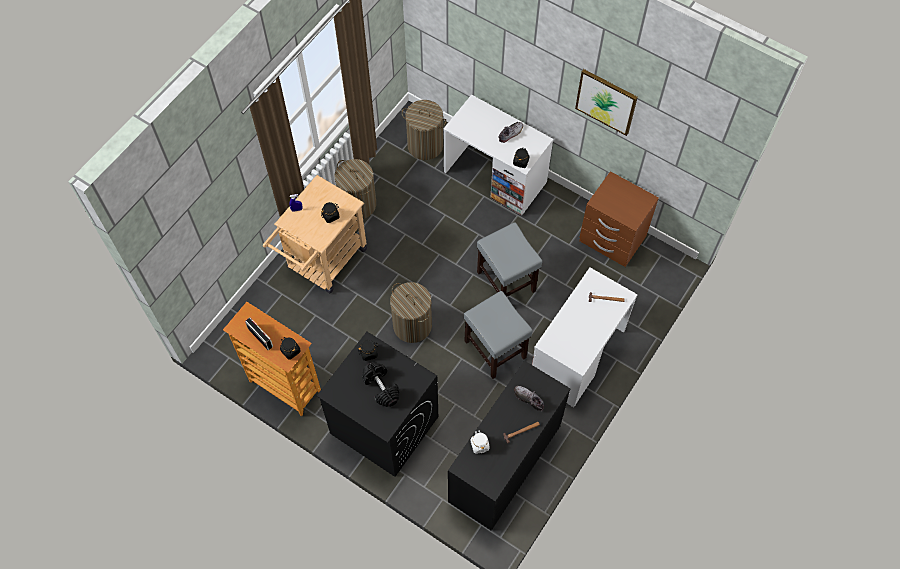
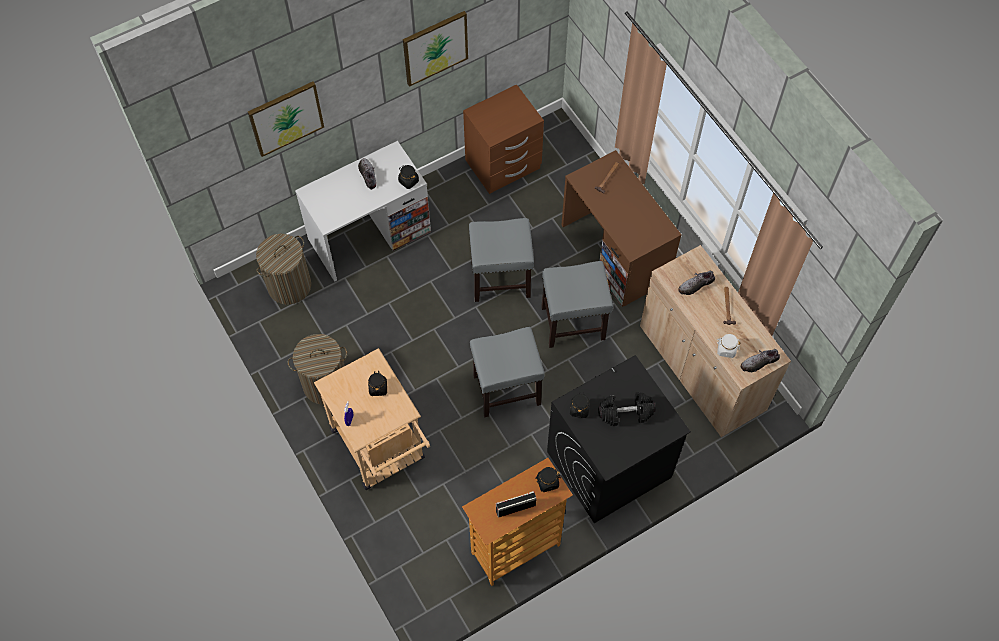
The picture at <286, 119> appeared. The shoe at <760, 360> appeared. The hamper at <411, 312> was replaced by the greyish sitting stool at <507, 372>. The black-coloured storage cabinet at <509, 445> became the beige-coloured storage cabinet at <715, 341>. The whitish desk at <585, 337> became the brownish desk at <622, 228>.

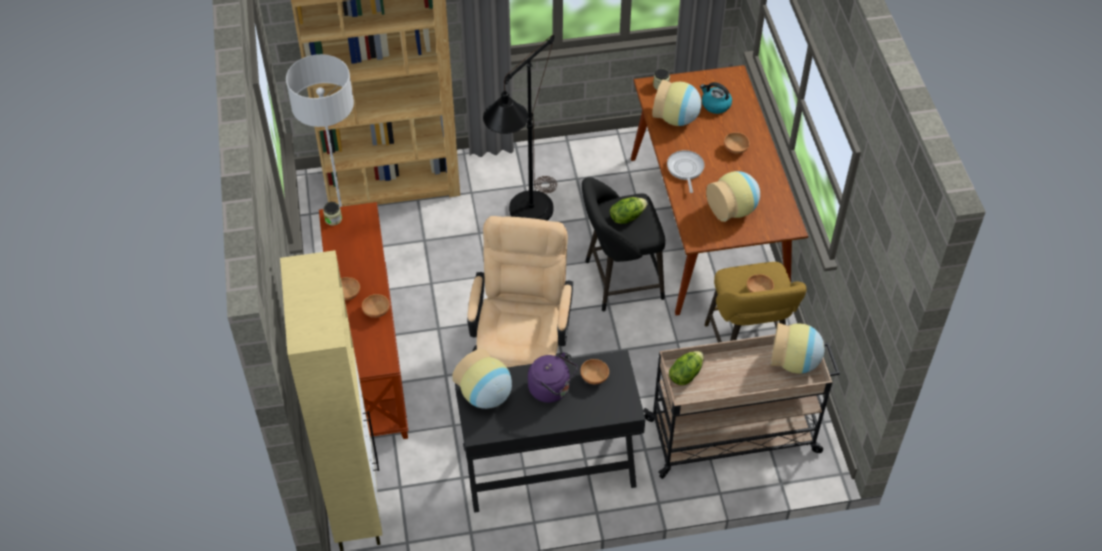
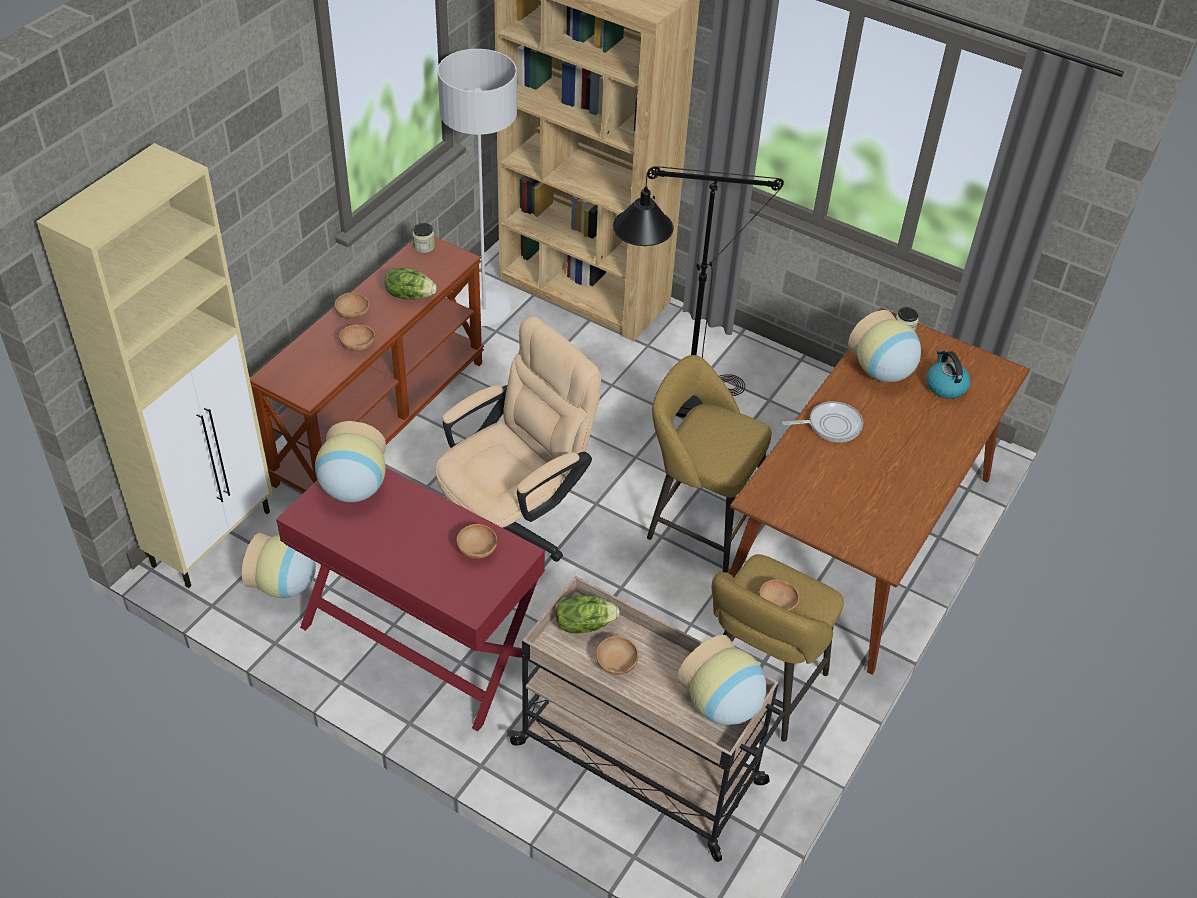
The purple water kettle at <553, 377> disappeared. The head of lettuce moved from <628, 210> to <411, 284>. The decorative vase moved from <733, 196> to <279, 565>. The brownish deep dish moved from <737, 143> to <617, 655>. The black-coloured desk at <550, 431> became the red-coloured desk at <410, 599>. The black-coloured sitting stool at <623, 244> became the yellowish sitting stool at <709, 464>. The skillet at <685, 171> turned 45 degrees clockwise.

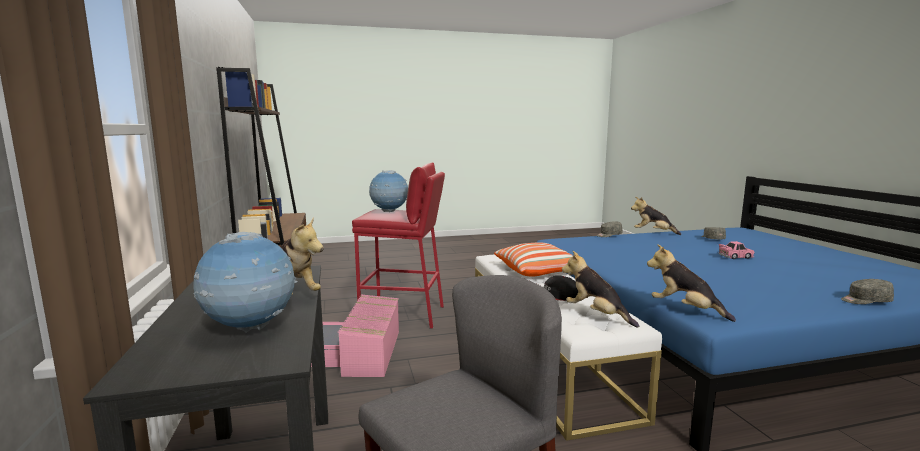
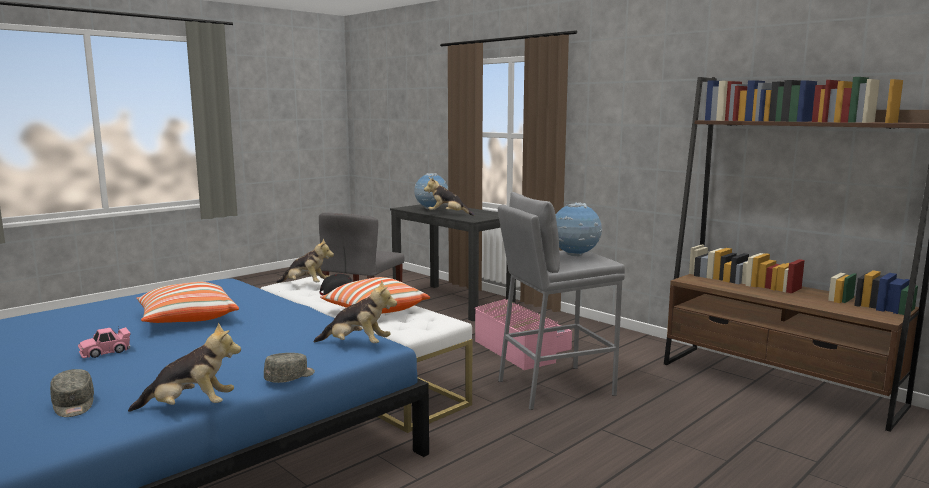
The greyish cap at <867, 291> disappeared. The throw pillow at <188, 302> appeared. The plush toy moved from <691, 283> to <355, 311>. The red-coloured sitting stool at <398, 245> became the greyish sitting stool at <561, 301>.

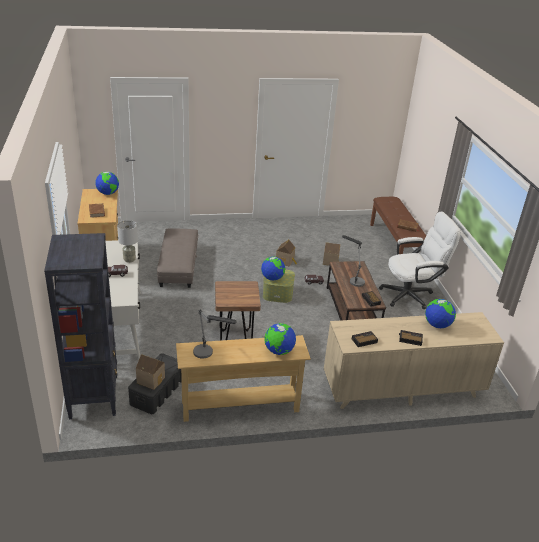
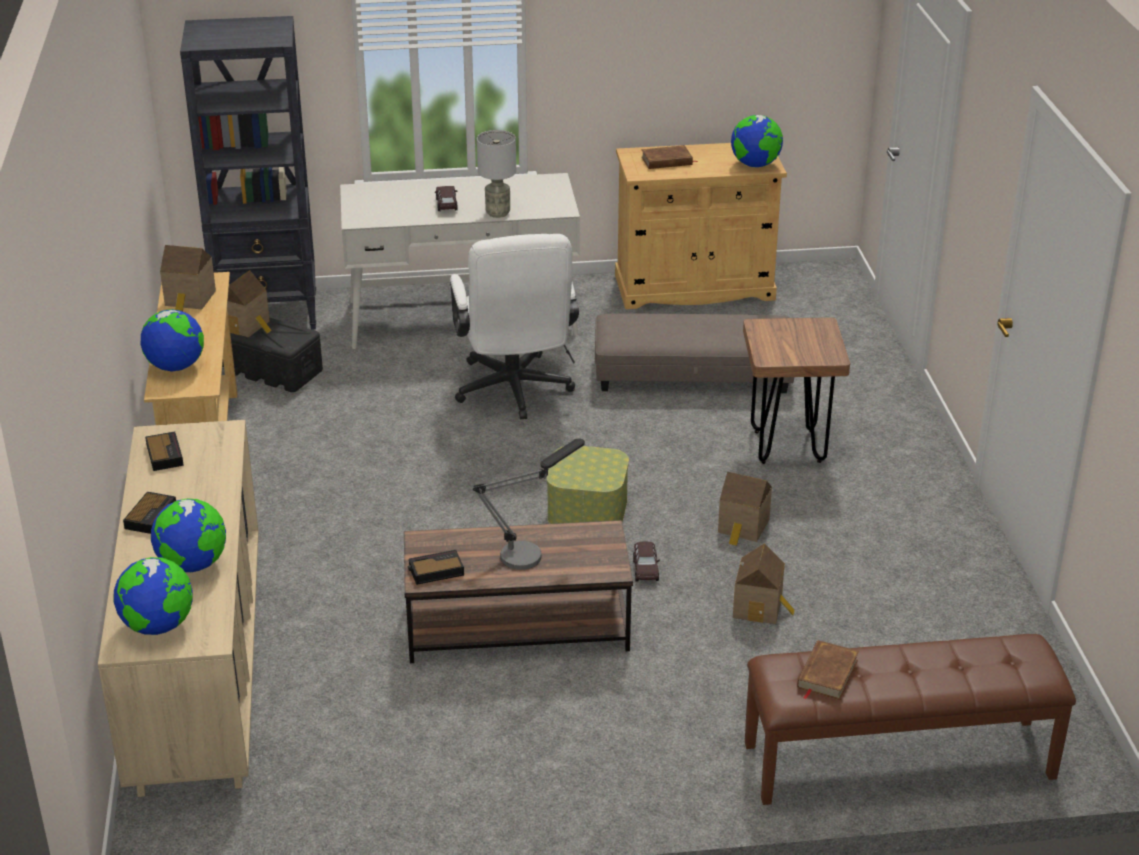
The brownish sitting stool moved from <238, 311> to <796, 390>. The desk globe moved from <273, 268> to <153, 596>. The whitish desk chair moved from <420, 260> to <514, 327>. The tabletop lamp at <214, 334> was replaced by the miniature house at <188, 278>.

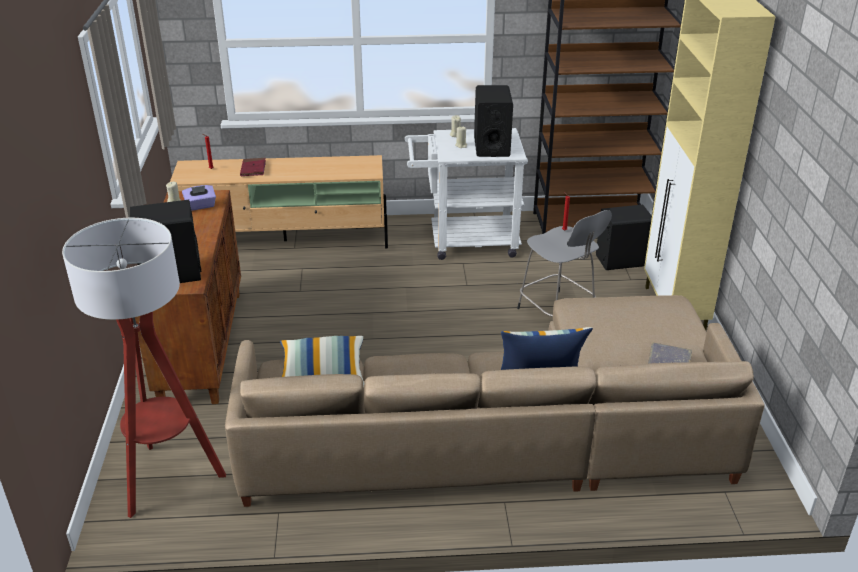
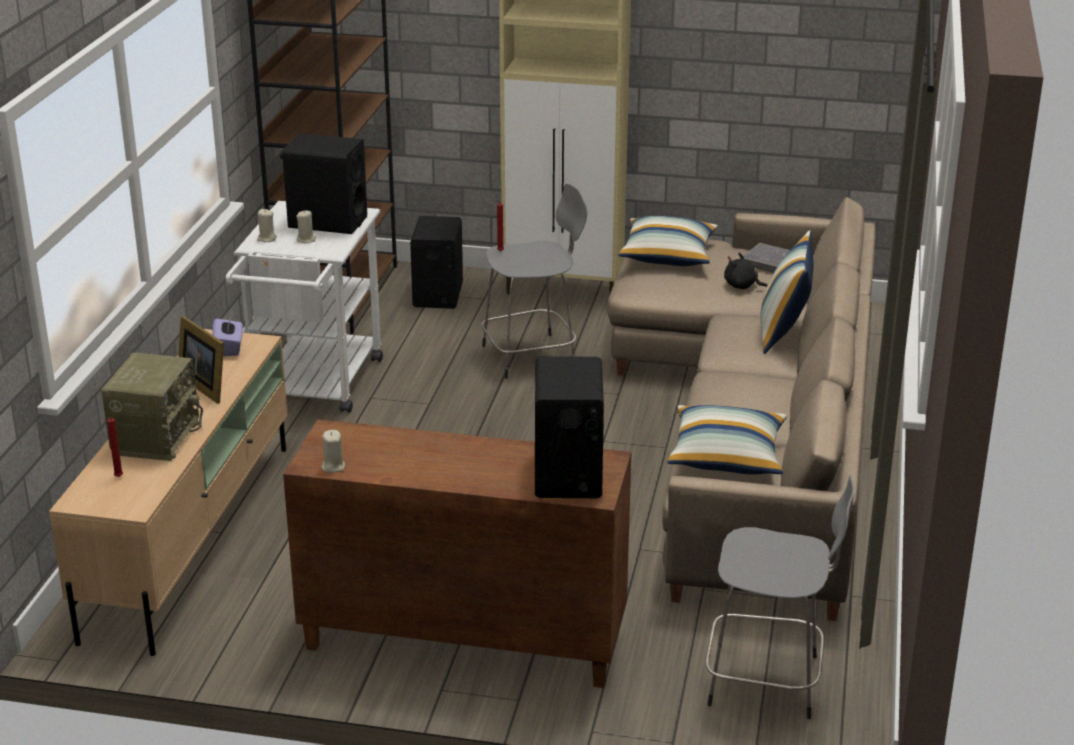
The picture frame at <201, 360> appeared. The throw pillow at <668, 241> appeared. The black-coloured plush toy at <745, 271> appeared. The purple box of tissues moved from <199, 198> to <227, 335>. The floor lamp at <144, 368> was replaced by the greyish sitting stool at <779, 597>. The red-coloured book at <253, 167> was replaced by the radio set at <152, 407>.

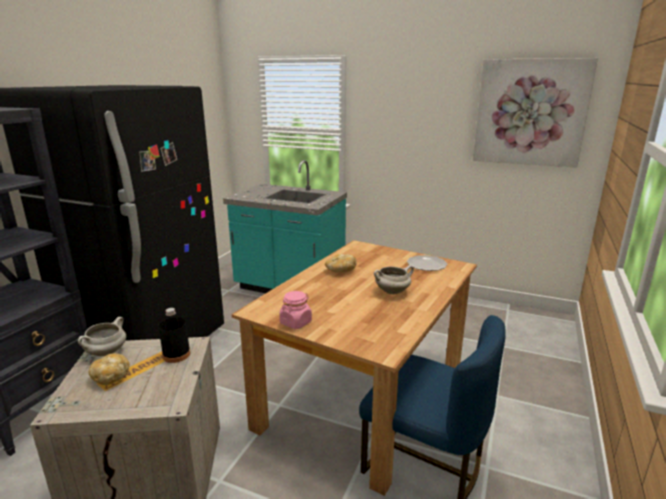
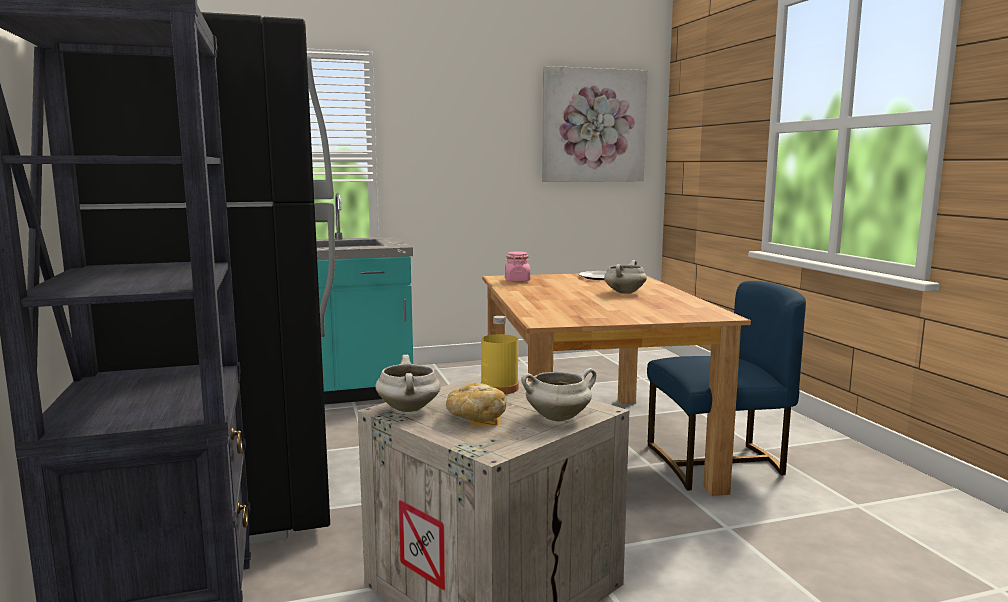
The bakery bread at <341, 263> disappeared. The whitish cooking pot at <558, 395> appeared. The pink storage jar moved from <295, 310> to <517, 267>. The black-coloured beverage bottle at <174, 335> became the yellowish beverage bottle at <500, 355>.

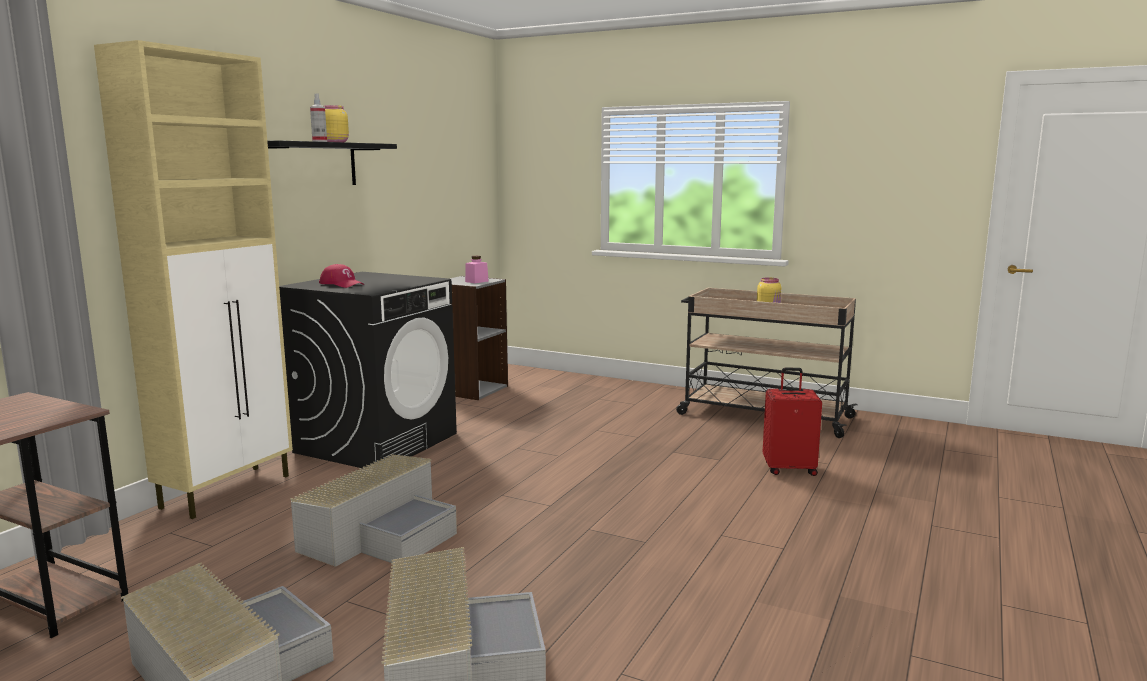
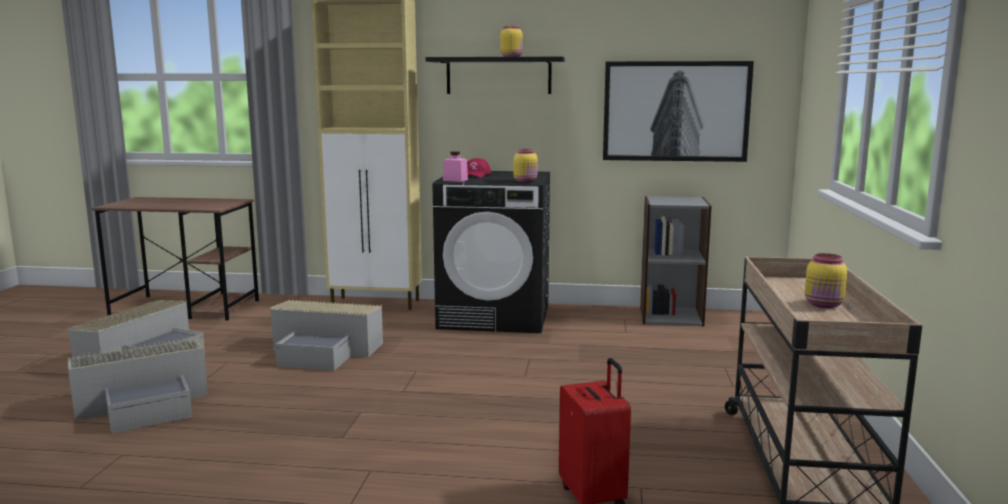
The sprayer at <318, 117> disappeared. The yellowish storage jar at <526, 166> appeared. The picture at <678, 111> appeared. The pink storage jar moved from <476, 269> to <455, 166>.

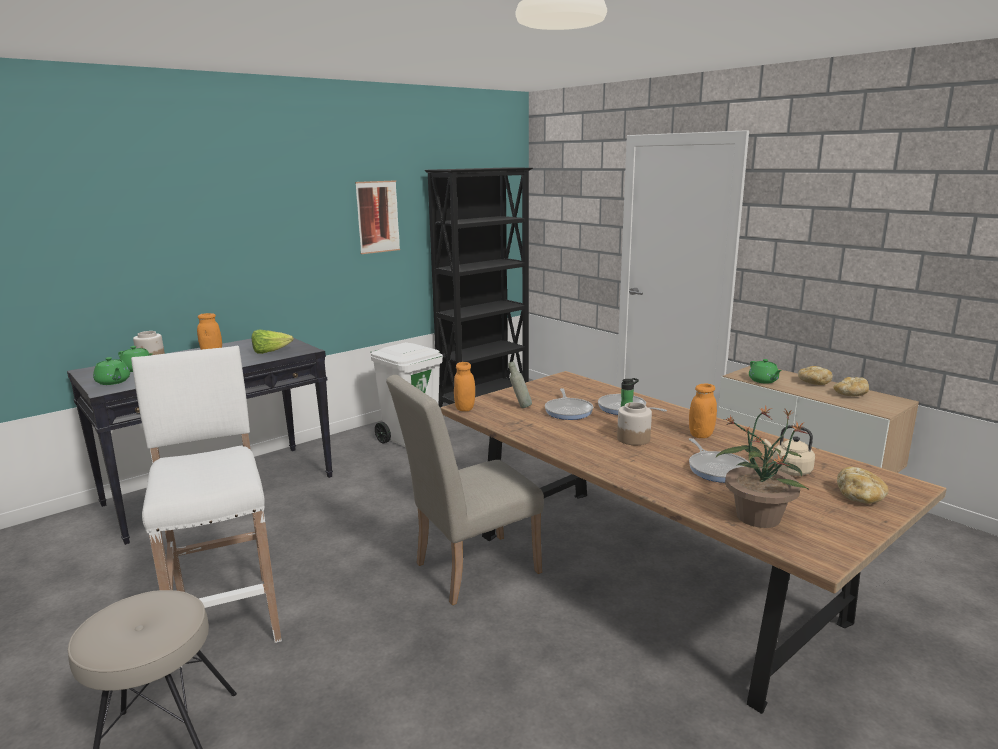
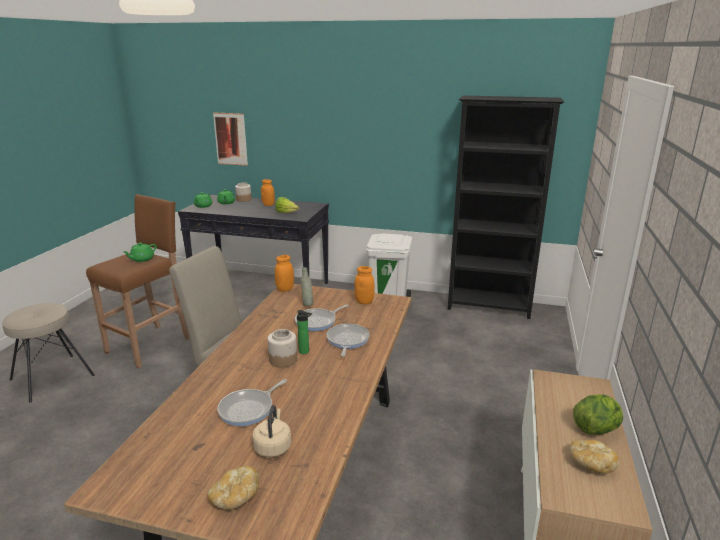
The potted plant at <762, 466> disappeared. The picture moved from <377, 217> to <230, 139>. The orange storage jar moved from <703, 411> to <365, 285>. The greenish teapot moved from <765, 371> to <140, 252>. The bakery bread at <815, 375> was replaced by the head of lettuce at <598, 415>. The whitish sitting stool at <206, 507> became the brownish sitting stool at <138, 281>.

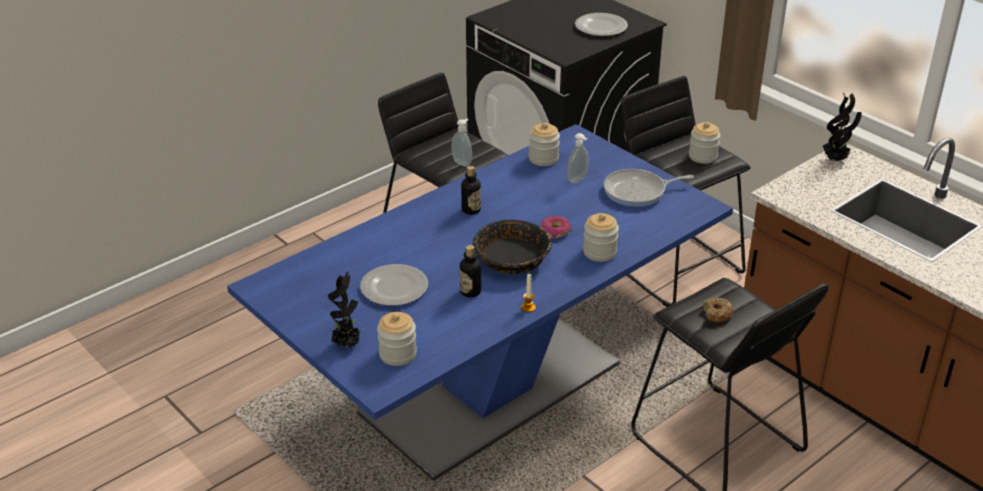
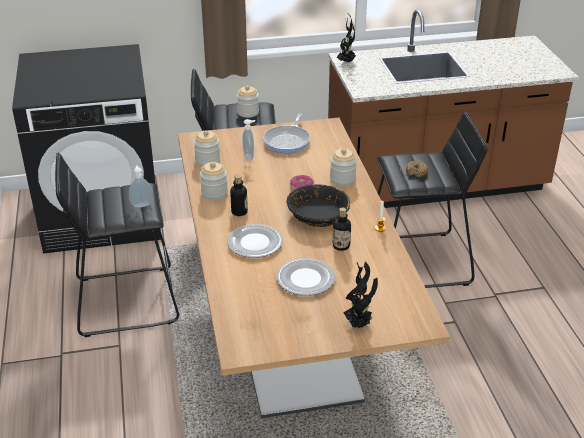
The storage jar moved from <397, 339> to <214, 181>. The plate moved from <601, 24> to <255, 241>. The blue-coloured kitchen table at <480, 302> became the beige-coloured kitchen table at <314, 268>.

